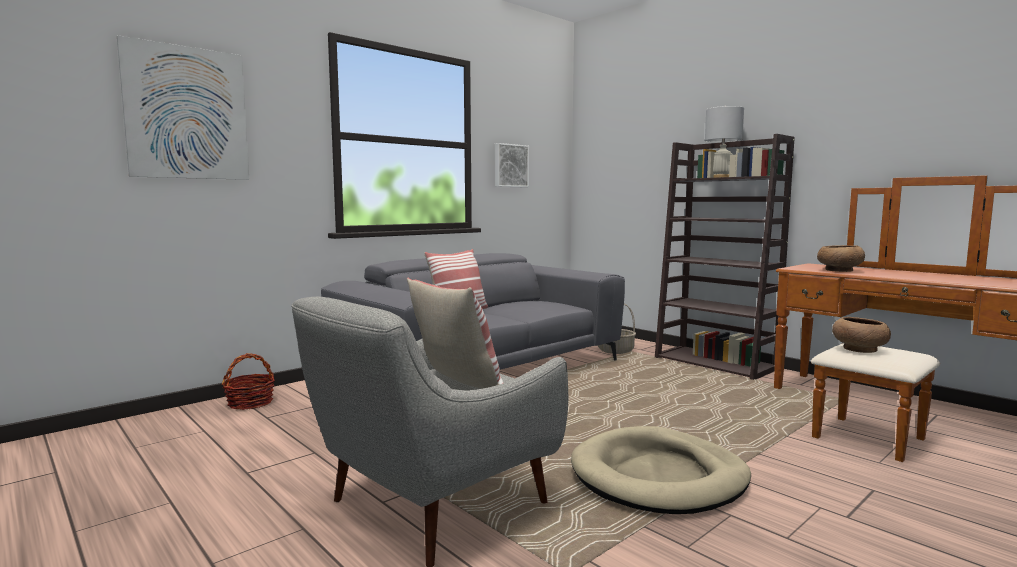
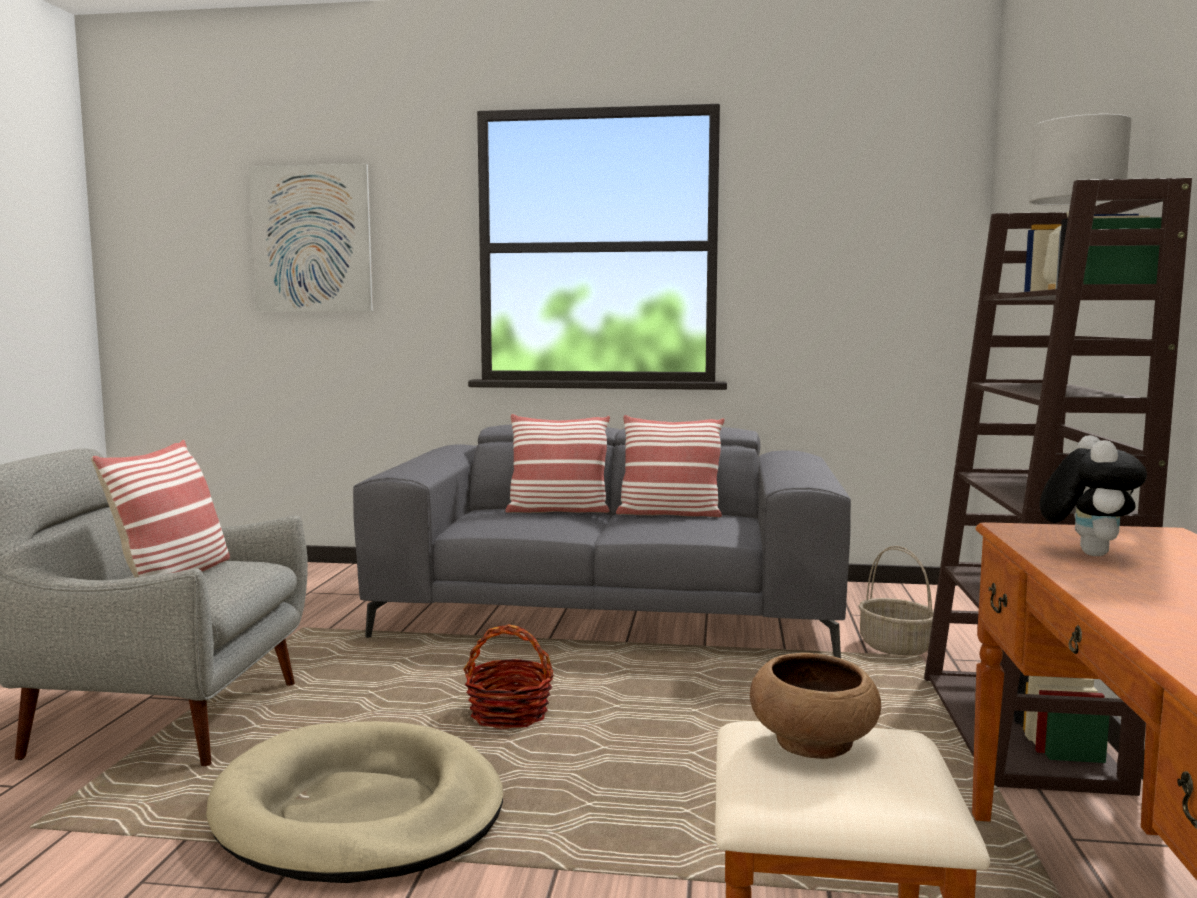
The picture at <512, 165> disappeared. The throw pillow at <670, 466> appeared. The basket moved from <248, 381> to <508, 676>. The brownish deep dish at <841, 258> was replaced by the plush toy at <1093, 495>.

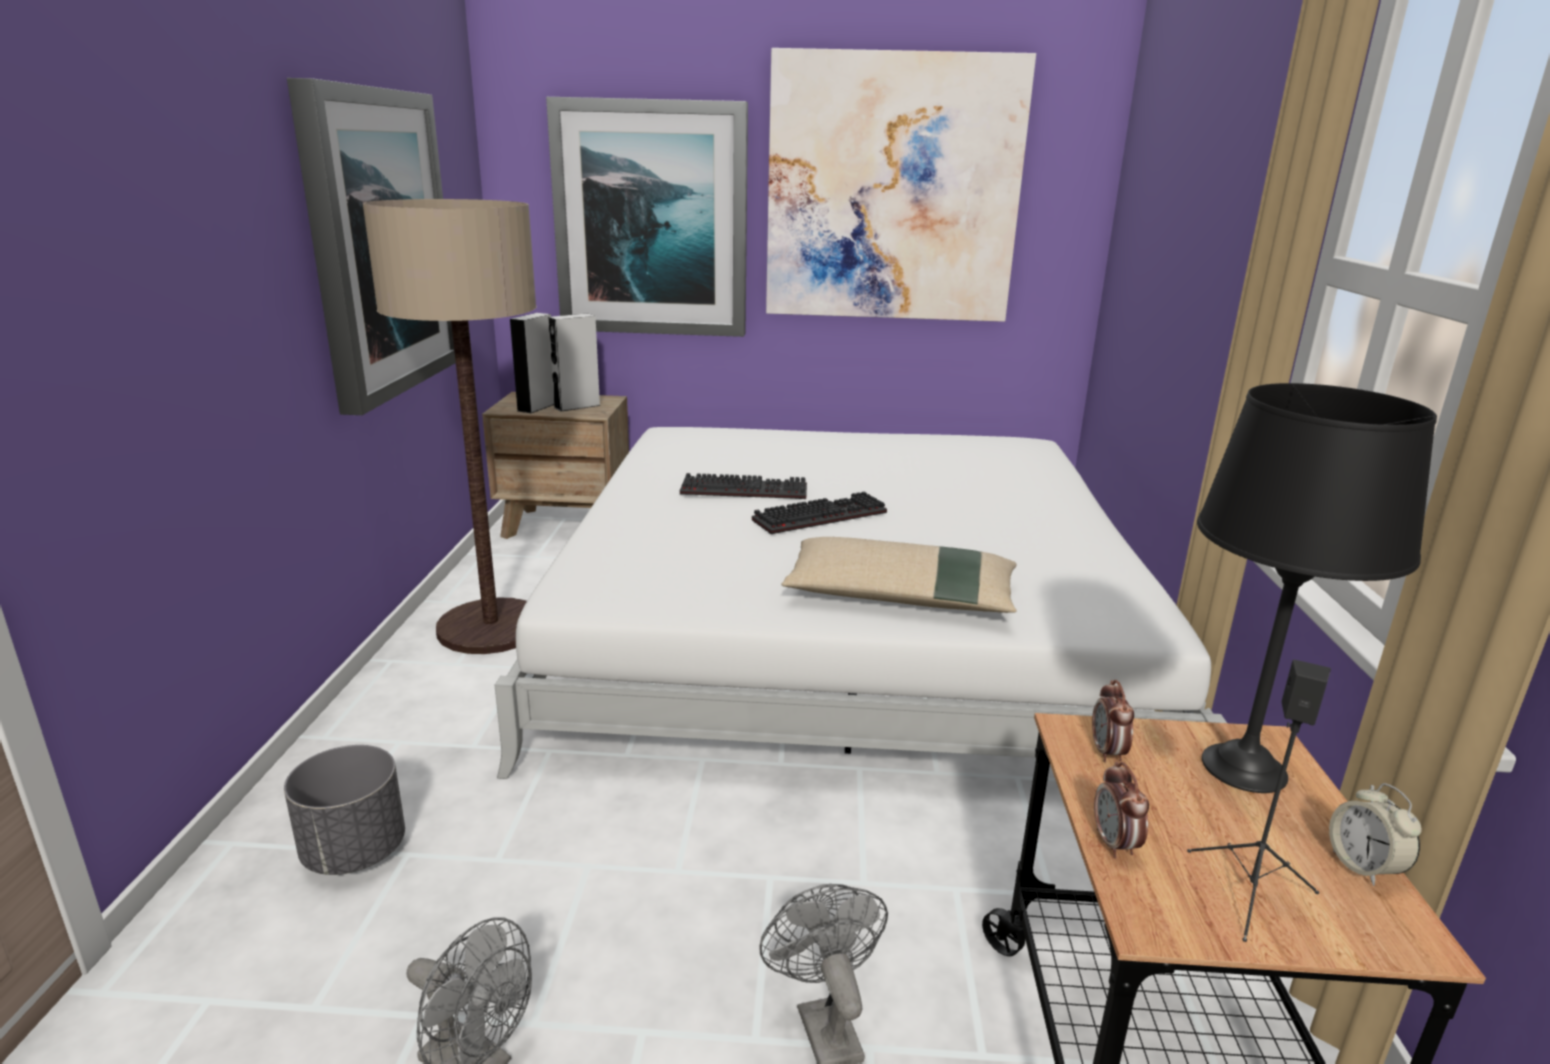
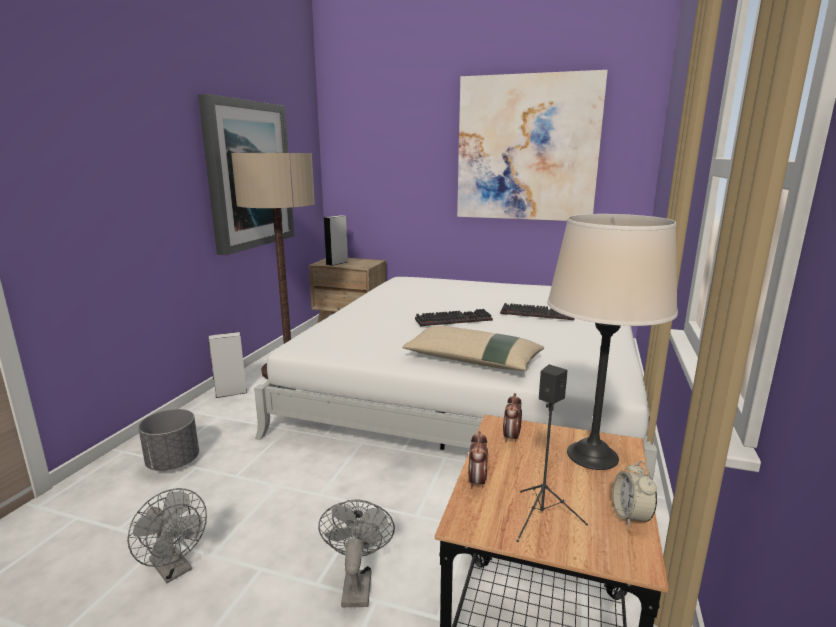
The picture at <647, 217> disappeared. The greyish loudspeaker moved from <574, 362> to <227, 365>. The PC keyboard moved from <743, 486> to <537, 311>. The black-coloured tabletop lamp at <1317, 588> became the beige-coloured tabletop lamp at <612, 342>.

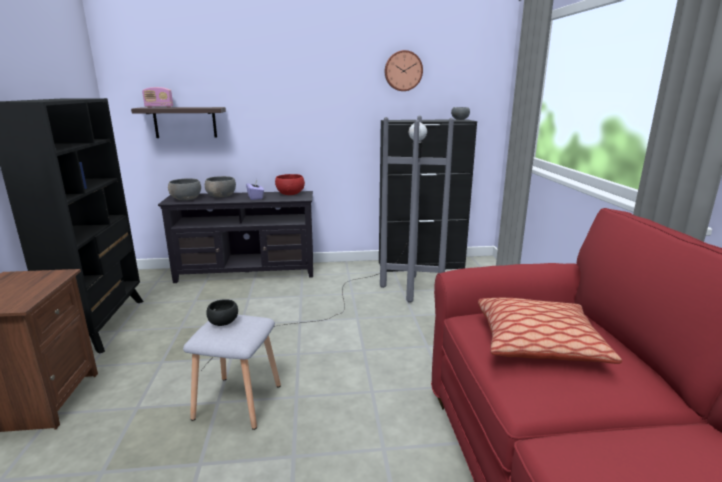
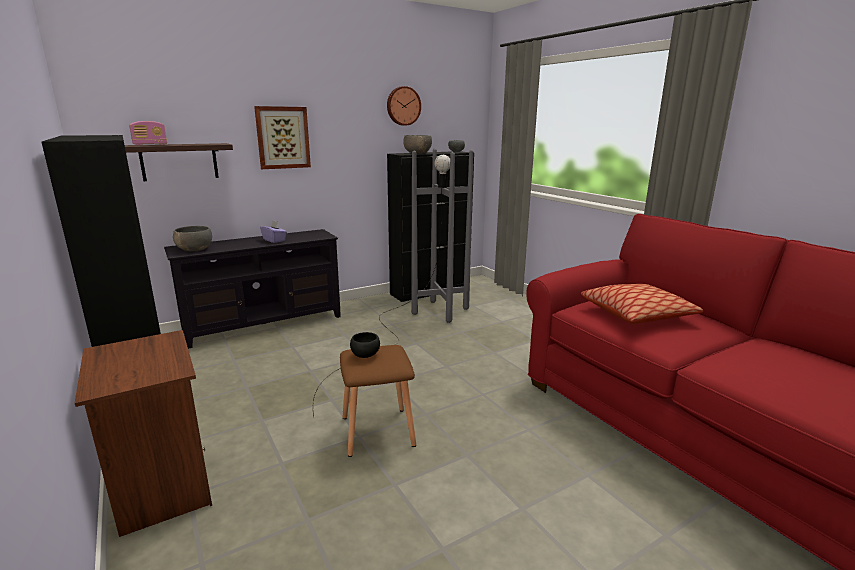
The red-coloured deep dish at <290, 184> disappeared. The picture at <282, 137> appeared. The greyish deep dish moved from <220, 187> to <417, 144>. The greyish sitting stool at <232, 372> became the brownish sitting stool at <378, 401>.

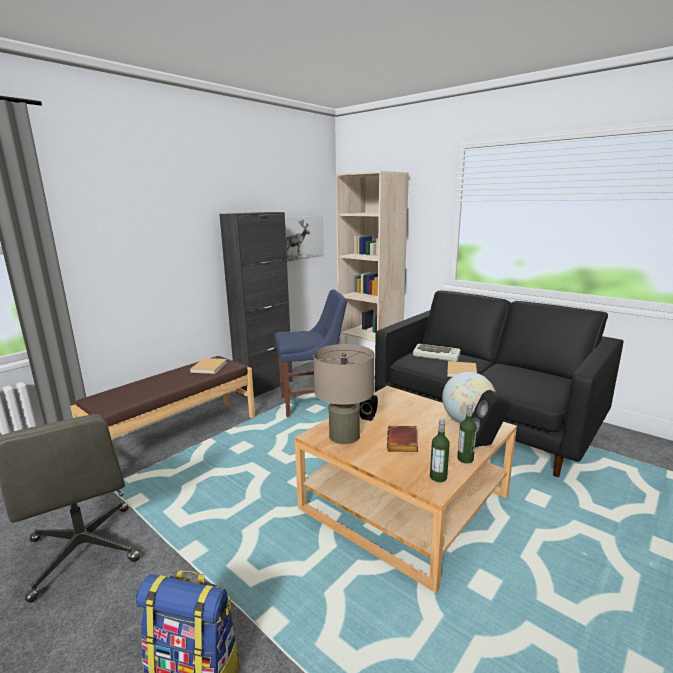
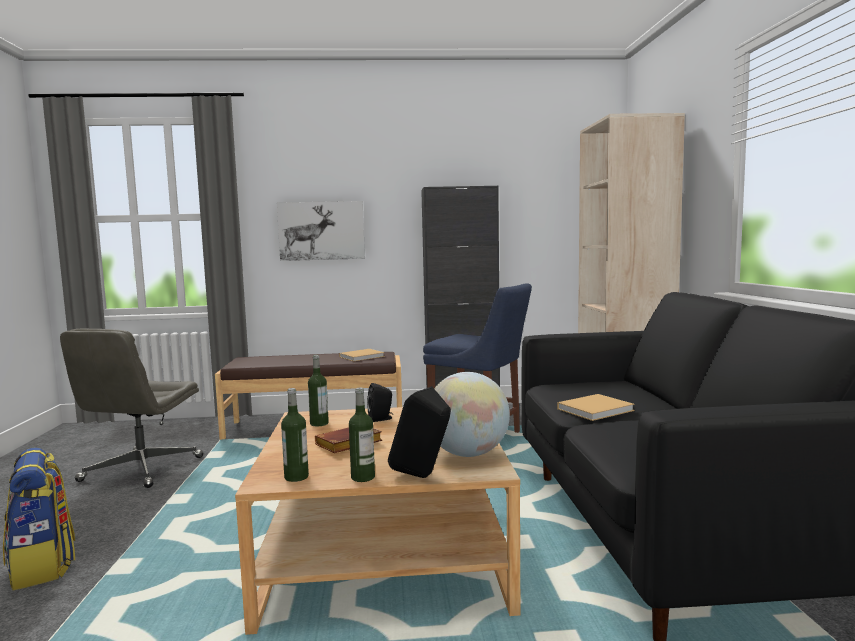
The PC keyboard at <437, 353> disappeared. The picture moved from <304, 239> to <321, 231>. The beige-coloured tabletop lamp at <343, 394> was replaced by the beverage bottle at <318, 390>.

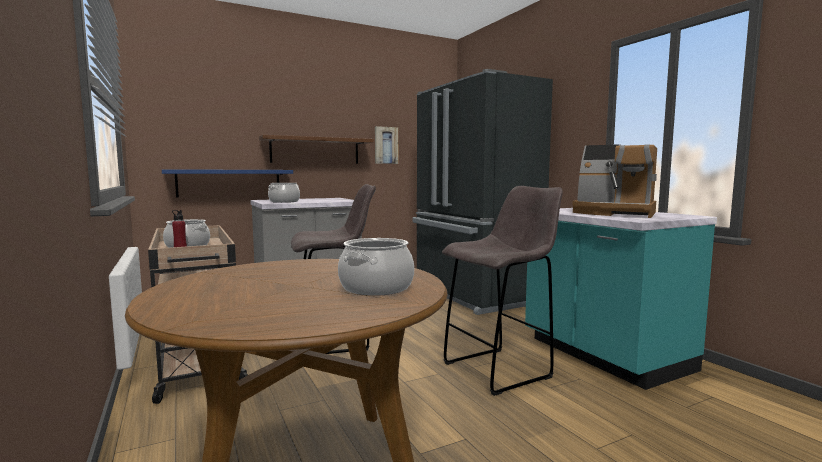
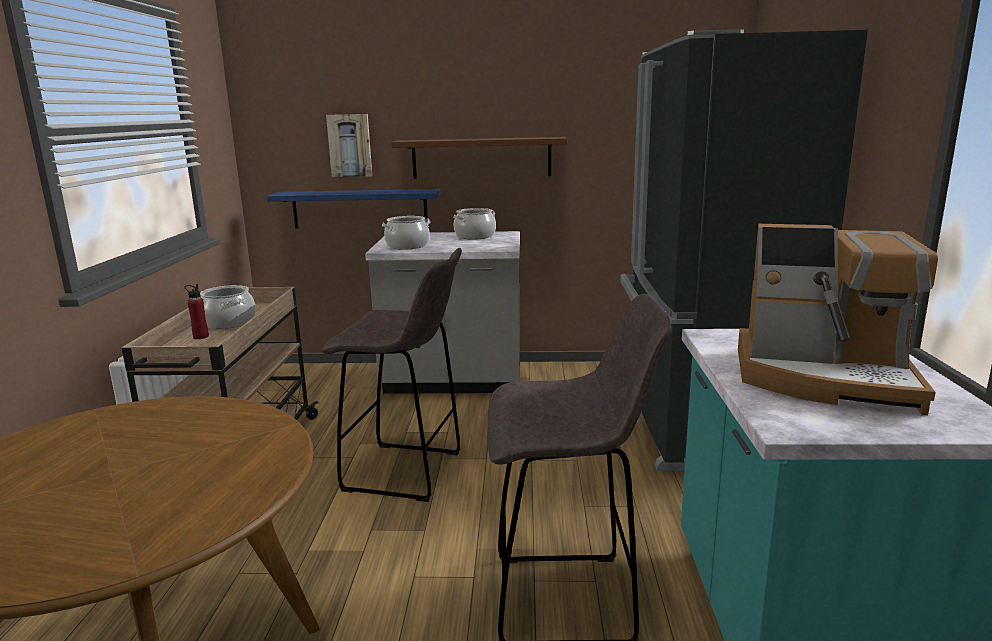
The cooking pot moved from <376, 267> to <474, 223>. The picture moved from <386, 145> to <349, 145>. The coffee maker at <614, 181> turned 45 degrees counterclockwise.

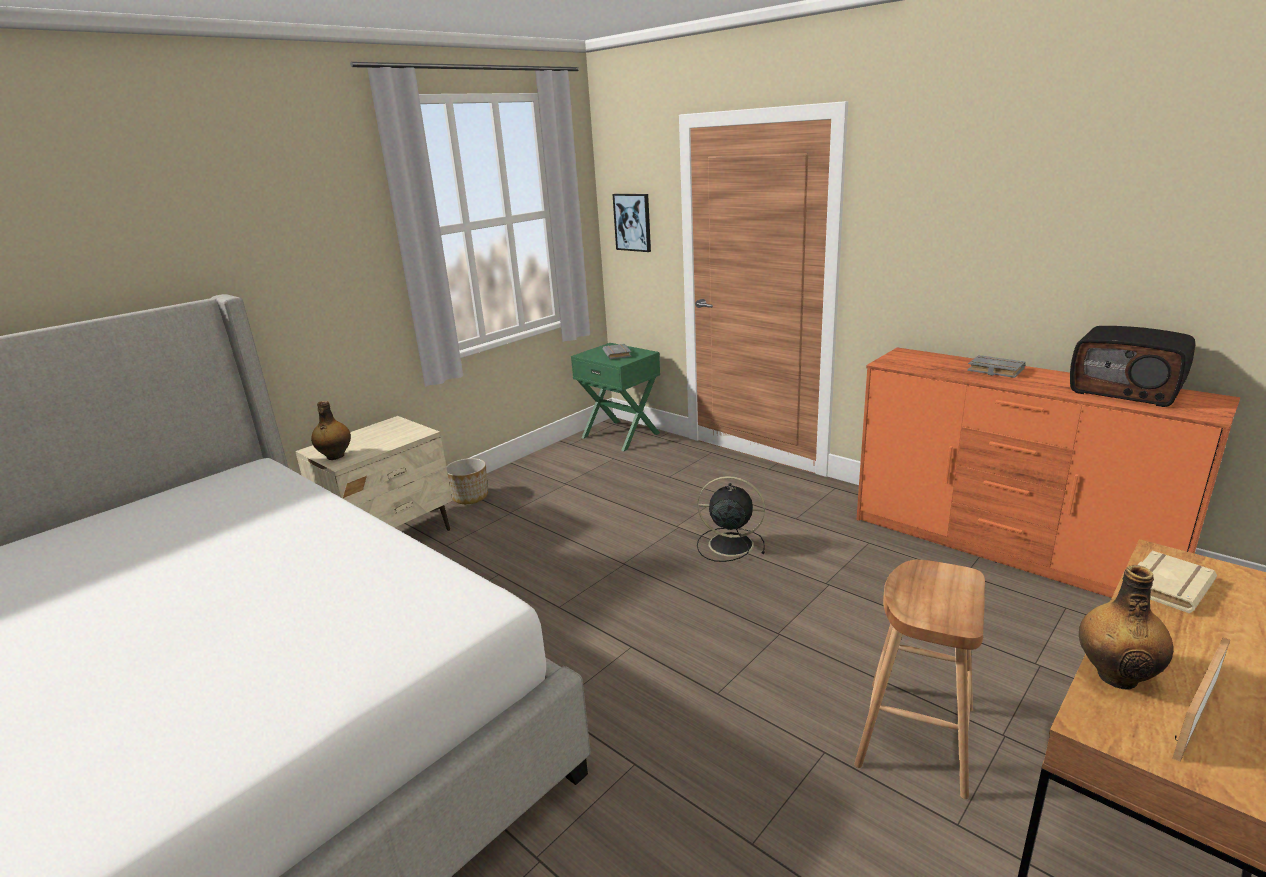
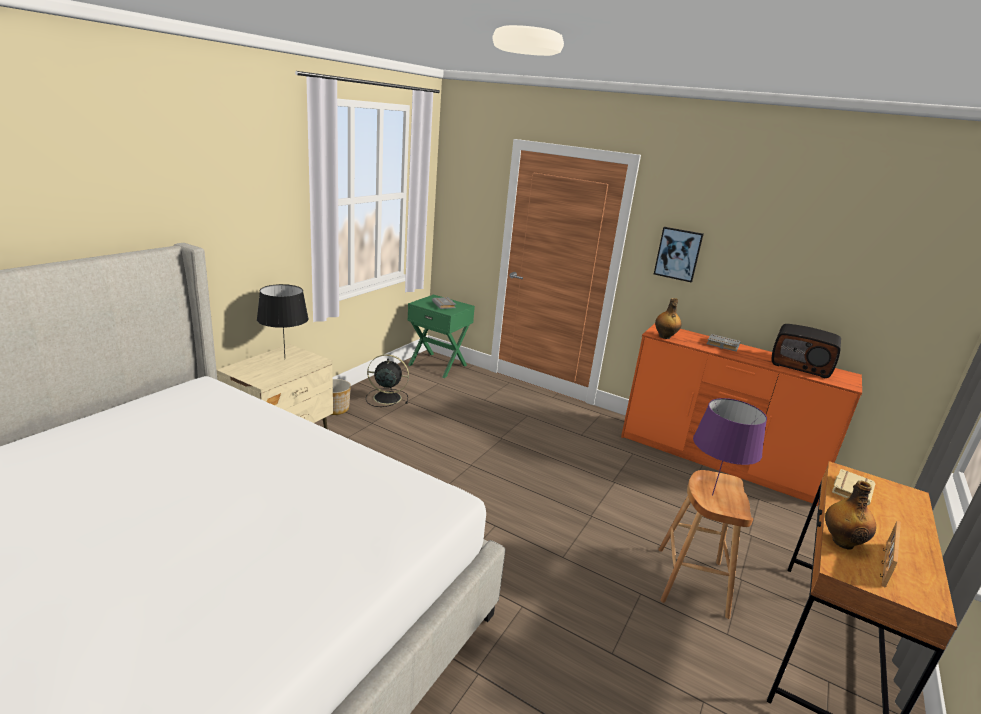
The black-coloured tabletop lamp at <283, 320> appeared. The purple tabletop lamp at <730, 446> appeared. The beverage bottle moved from <331, 430> to <668, 318>. The picture moved from <632, 223> to <679, 254>. The black-coloured cooling fan moved from <731, 519> to <387, 380>.

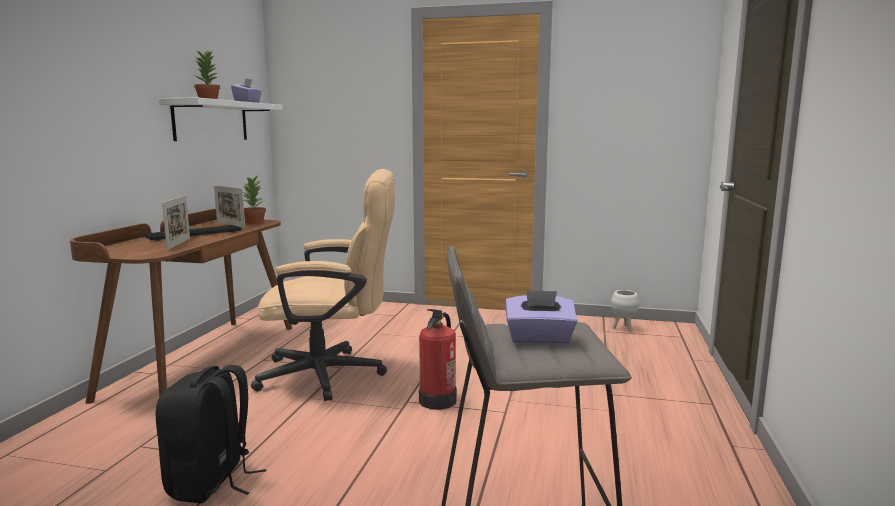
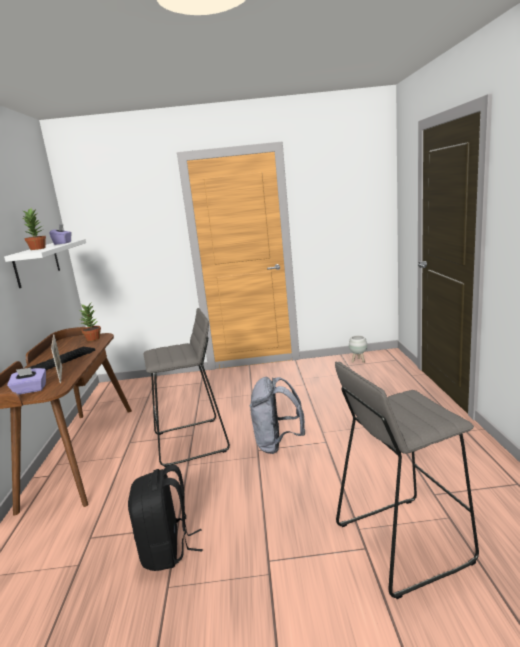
The picture frame at <229, 207> disappeared. The purple box of tissues moved from <541, 317> to <26, 381>. The beige-coloured desk chair at <323, 285> was replaced by the greyish sitting stool at <187, 387>. The extinguisher at <438, 359> was replaced by the greyish knapsack at <277, 415>.

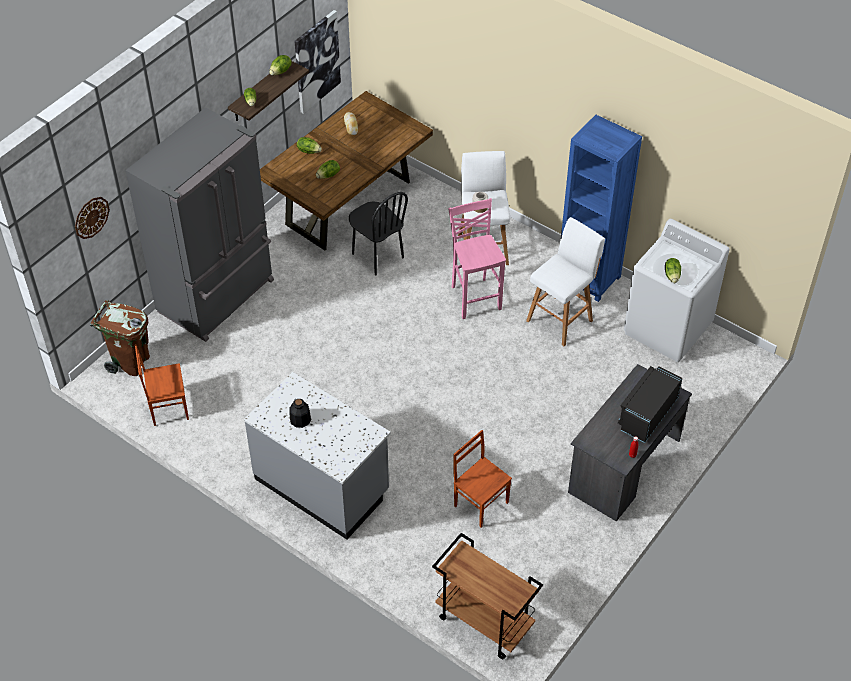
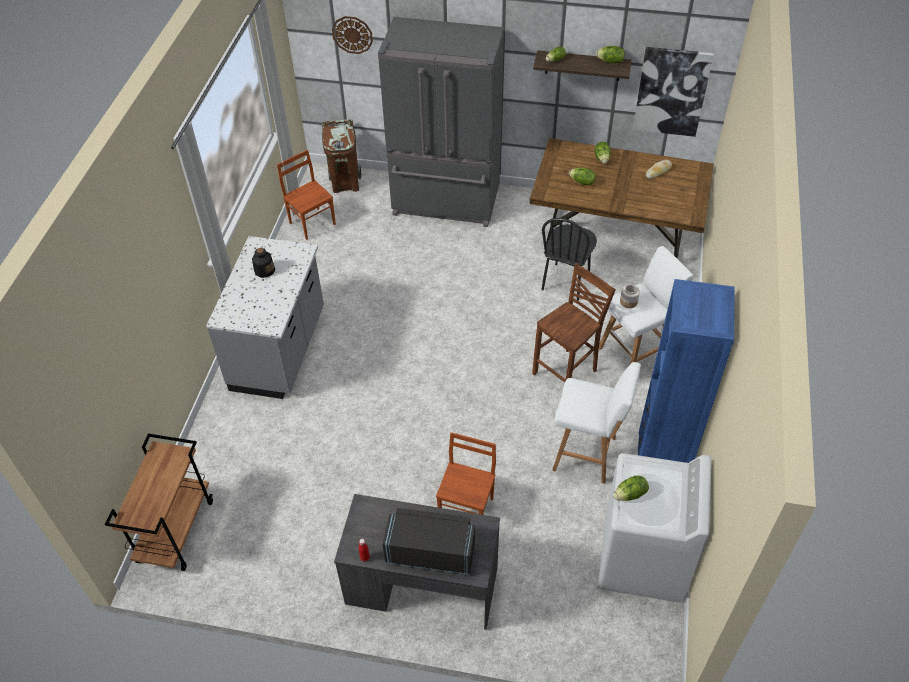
The brownish upright chair moved from <482, 478> to <466, 473>. The pink sitting stool at <477, 258> became the brownish sitting stool at <574, 322>.

